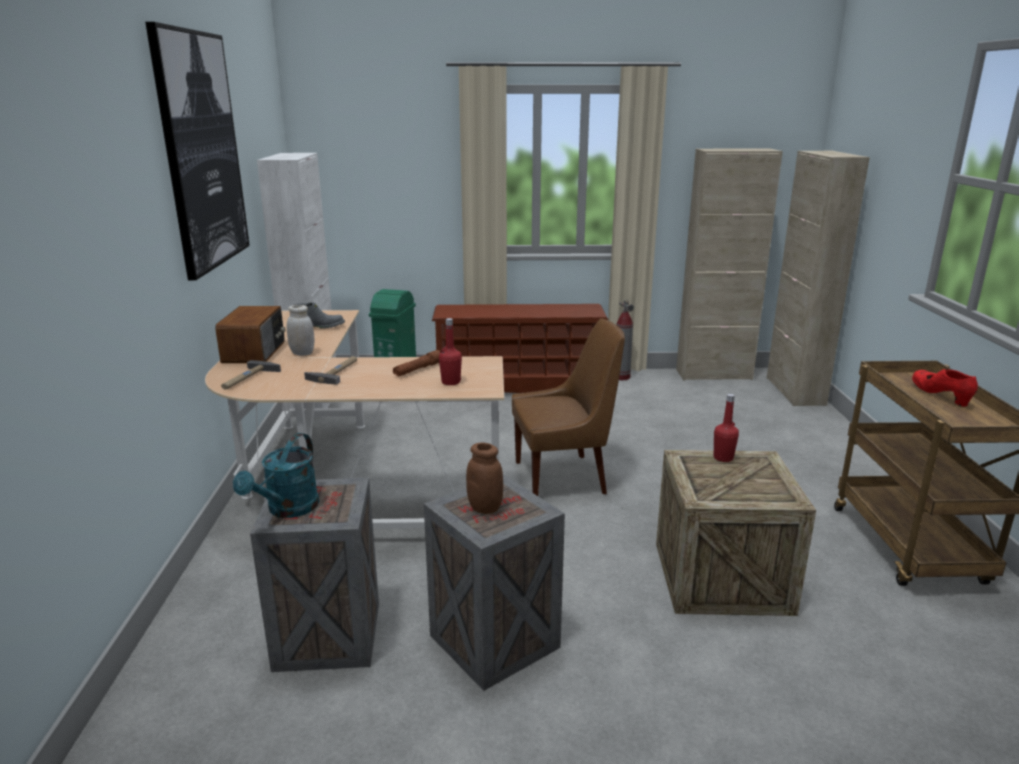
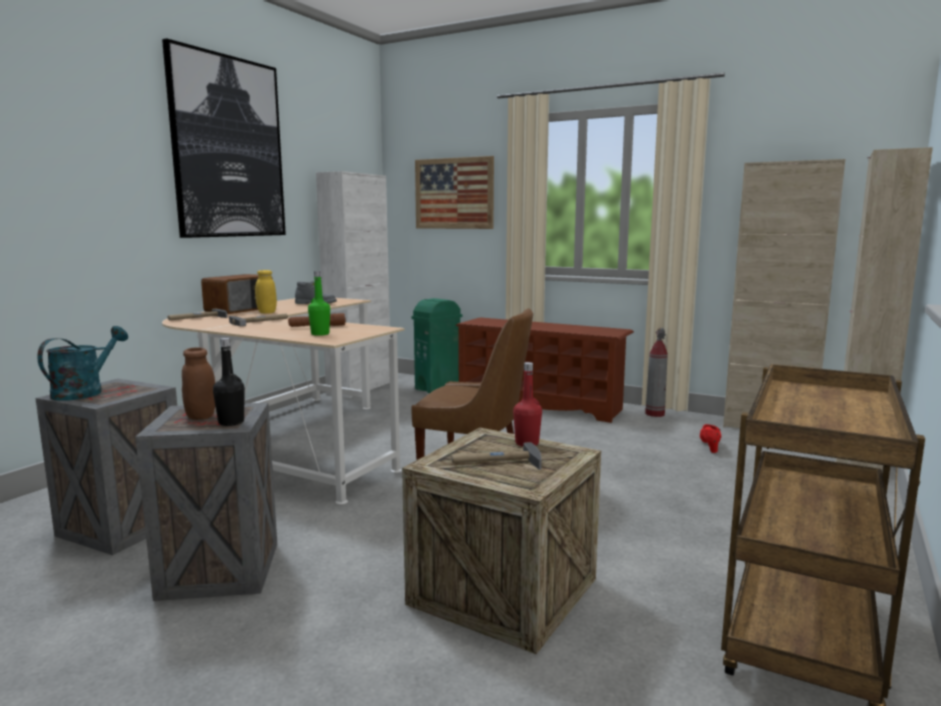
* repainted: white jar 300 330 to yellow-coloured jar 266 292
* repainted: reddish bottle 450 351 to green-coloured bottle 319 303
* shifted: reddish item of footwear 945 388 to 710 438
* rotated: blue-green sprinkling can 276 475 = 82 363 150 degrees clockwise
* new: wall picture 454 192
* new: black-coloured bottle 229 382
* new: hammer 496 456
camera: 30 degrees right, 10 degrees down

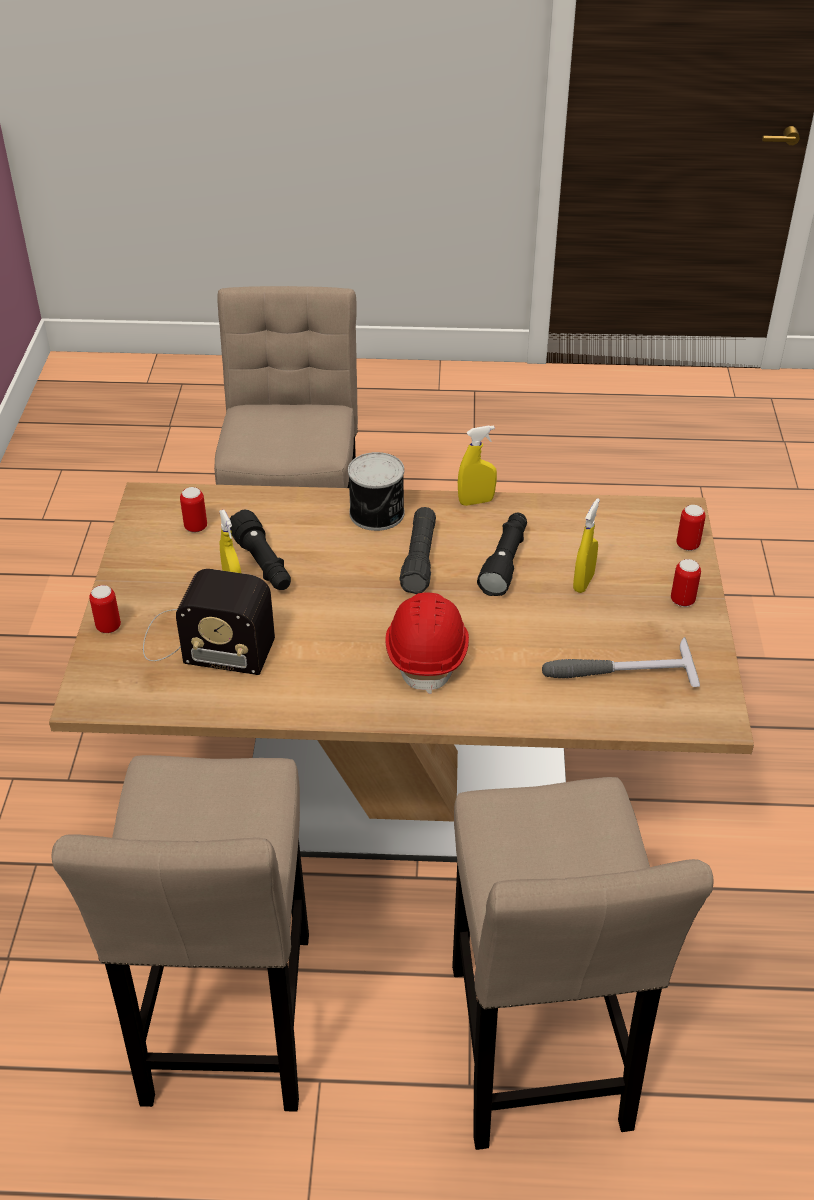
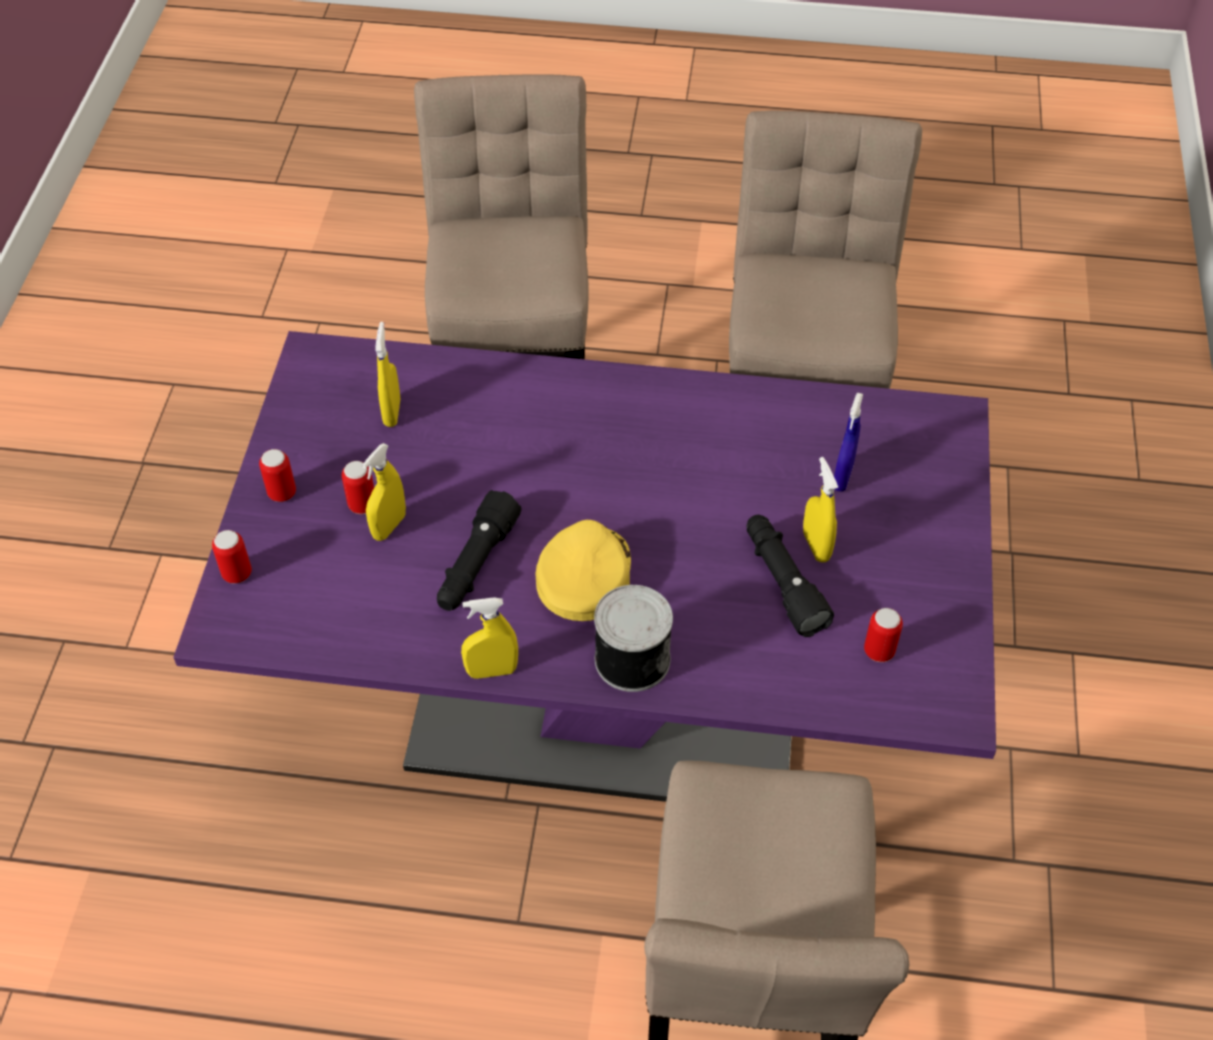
* repainted: brownish dinner table 401 672 to purplish dinner table 584 566
* swapped: black-coloured flashlight 417 550 to yellow-coloured peaked cap 583 570
* swapped: radio receiver 209 622 to bluish spray bottle 848 442
* shifted: metal can 105 609 to 358 487
* gone: reddish work helmet 427 643
* swapped: hammer 621 662 to yellow-coloured spray bottle 387 374
camera: 175 degrees left, 10 degrees up

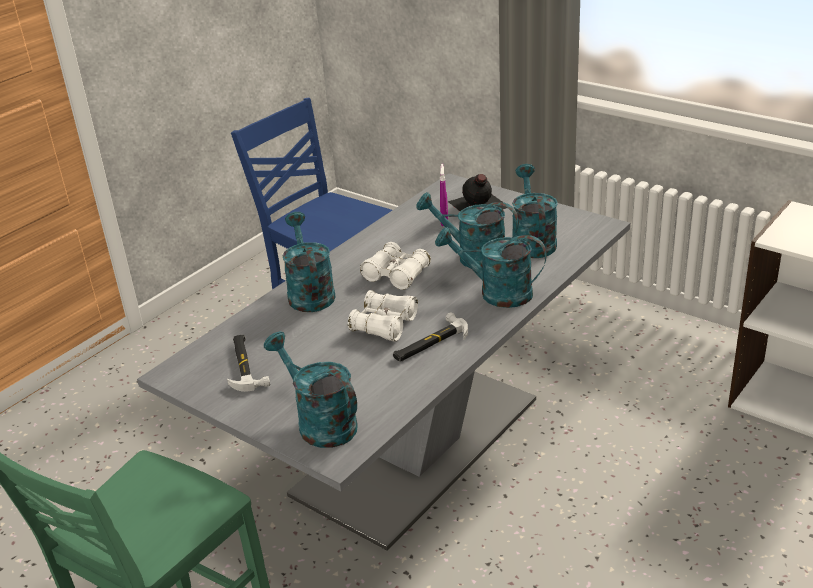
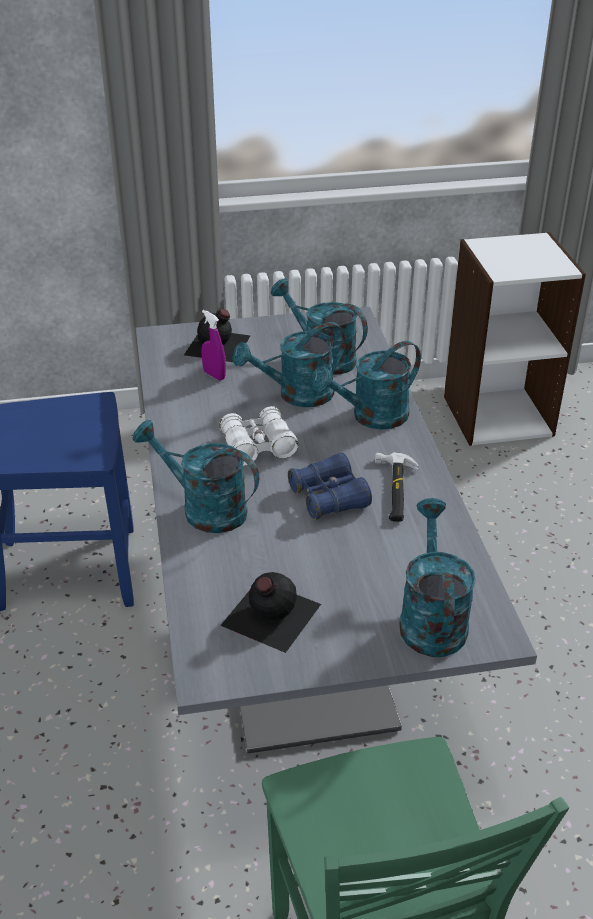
* repainted: white field glasses 383 315 to bluish field glasses 330 486
* rotated: blue-green sprinkling can 311 389 = 437 577 90 degrees clockwise
* swapped: hammer 248 363 to black-coloured bottle 270 612
camera: 50 degrees left, 5 degrees up

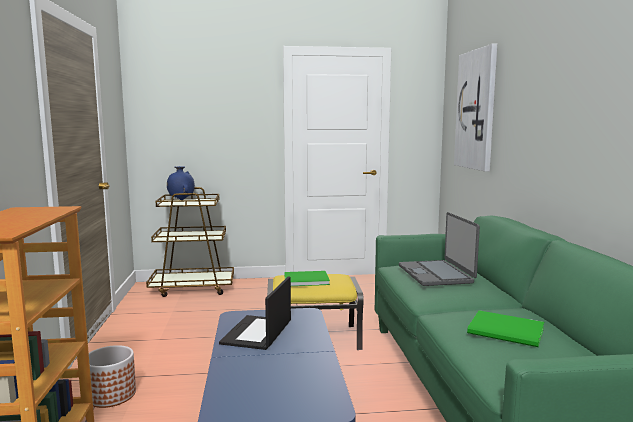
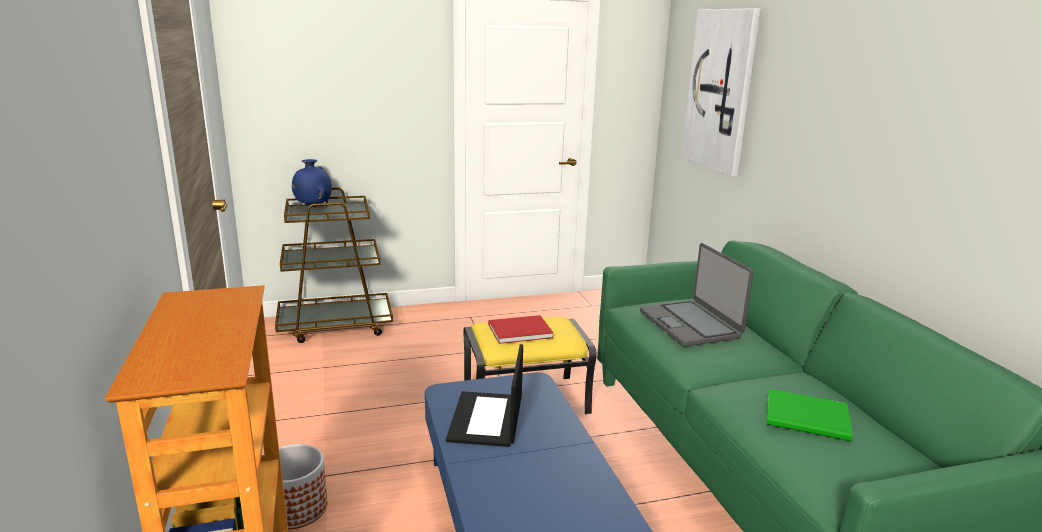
* repainted: green-coloured book 307 278 to reddish book 520 329
camera: 10 degrees left, 10 degrees up

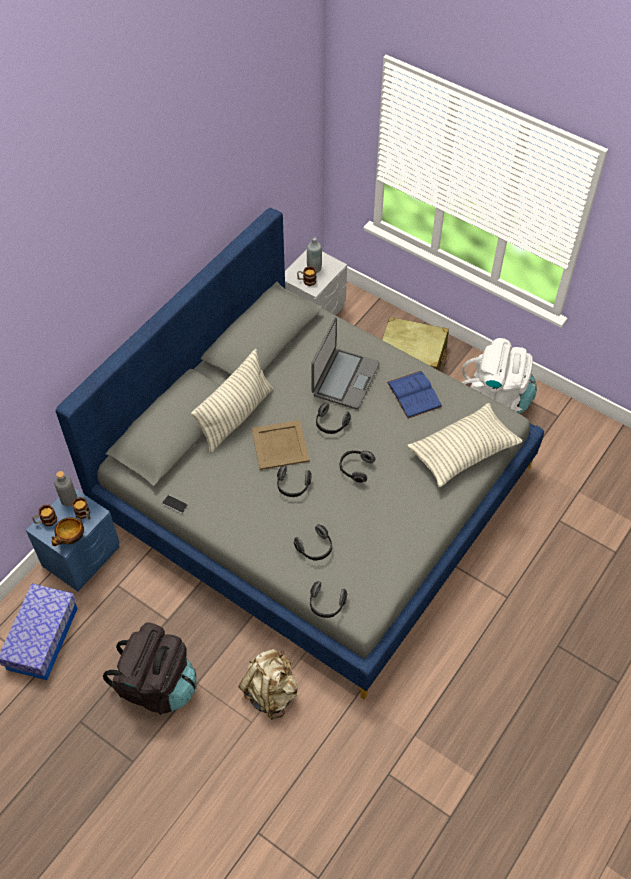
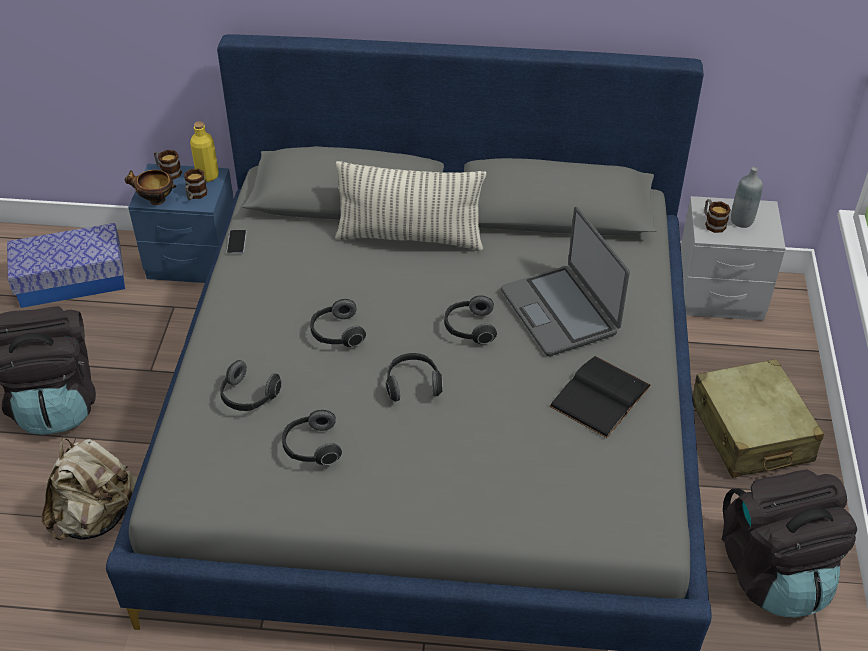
* rotated: laptop 345 363 = 565 282 75 degrees clockwise
* repainted: white rucksack 499 376 to black-coloured rucksack 789 544
* repainted: bluish book 414 395 to black-coloured book 600 397
* gone: throw pillow 465 445
* gone: beige tray 280 445
* repainted: gray bottle 66 489 to yellow-coloured bottle 204 151
* shifted: headset 329 599 to 312 437
camera: 60 degrees right, 10 degrees down

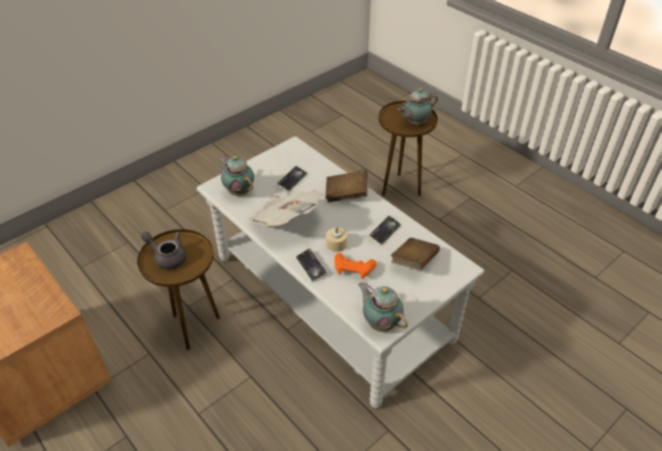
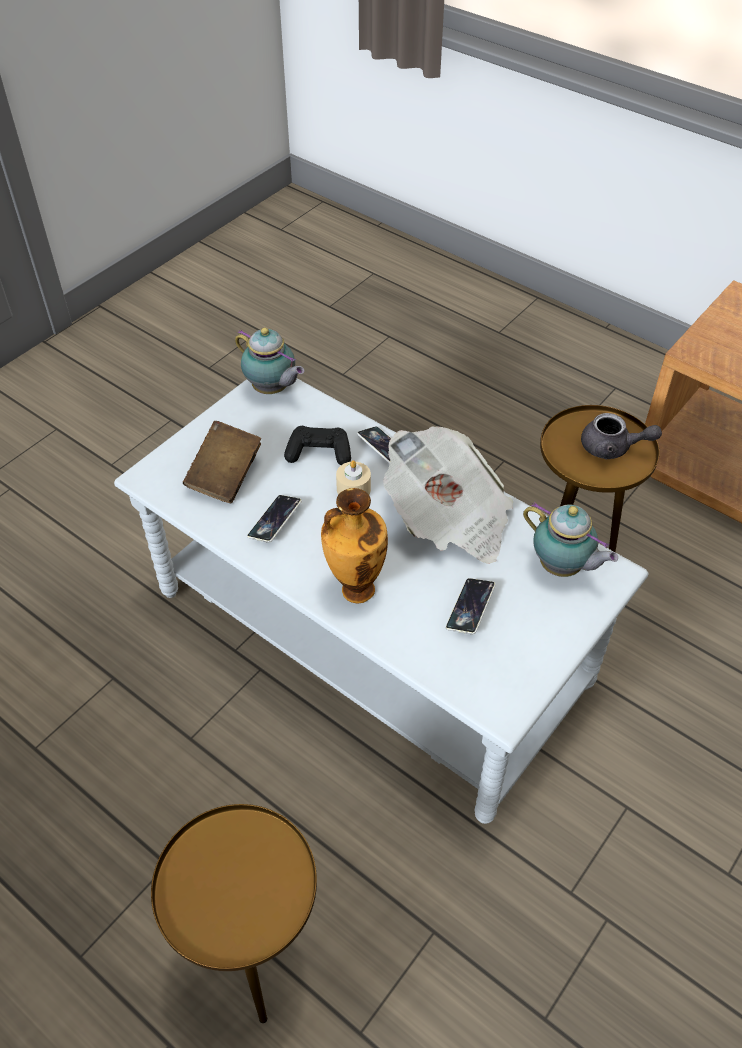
* gone: teapot 418 106
* swapped: brownish book 346 186 to flower vase 354 545
* repainted: orange game controller 355 266 to black-coloured game controller 317 445
camera: 170 degrees right, 5 degrees up

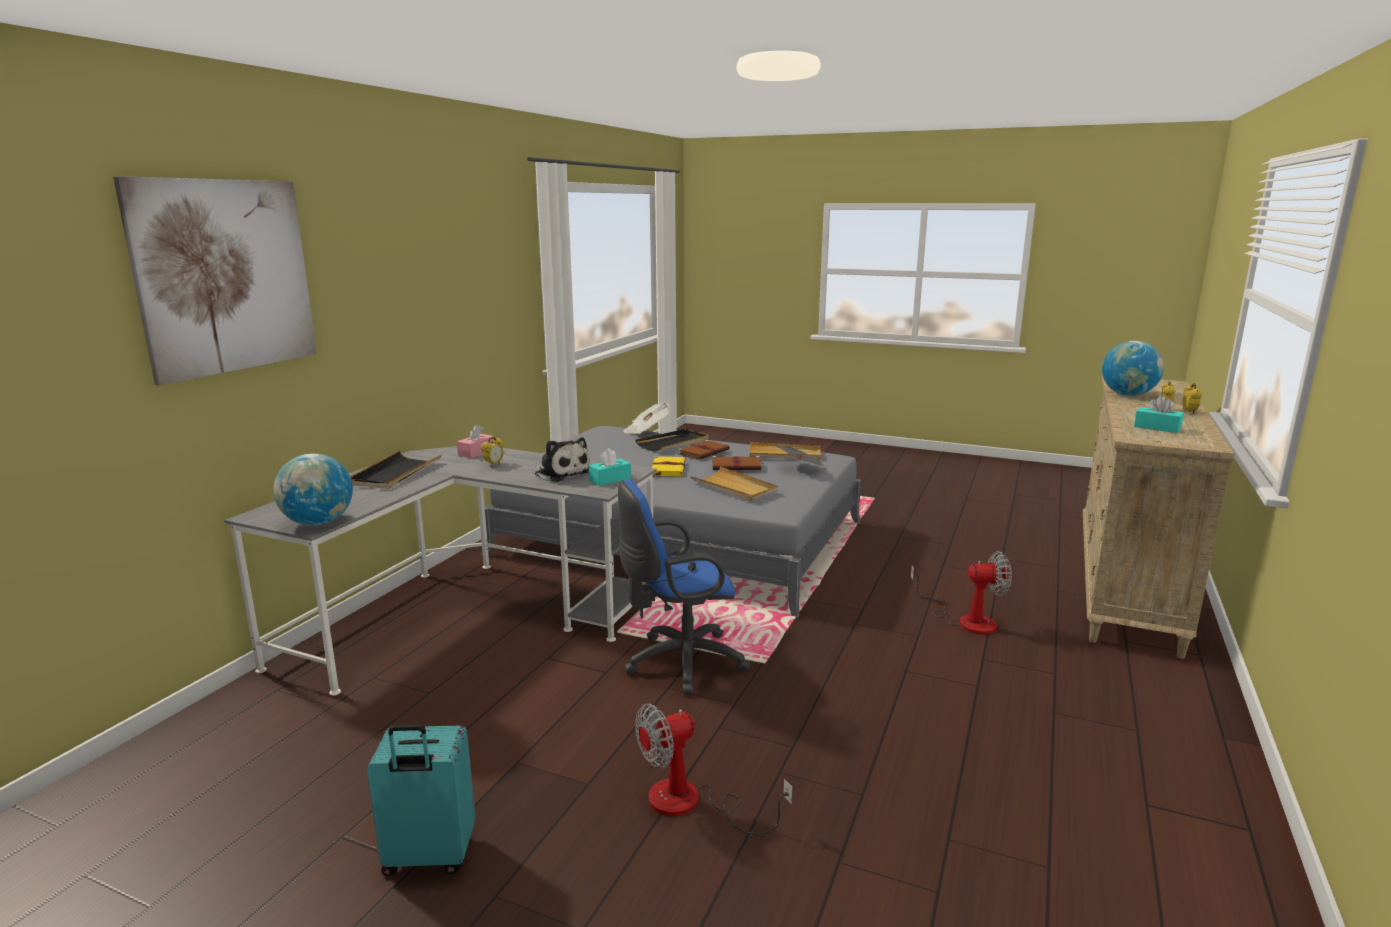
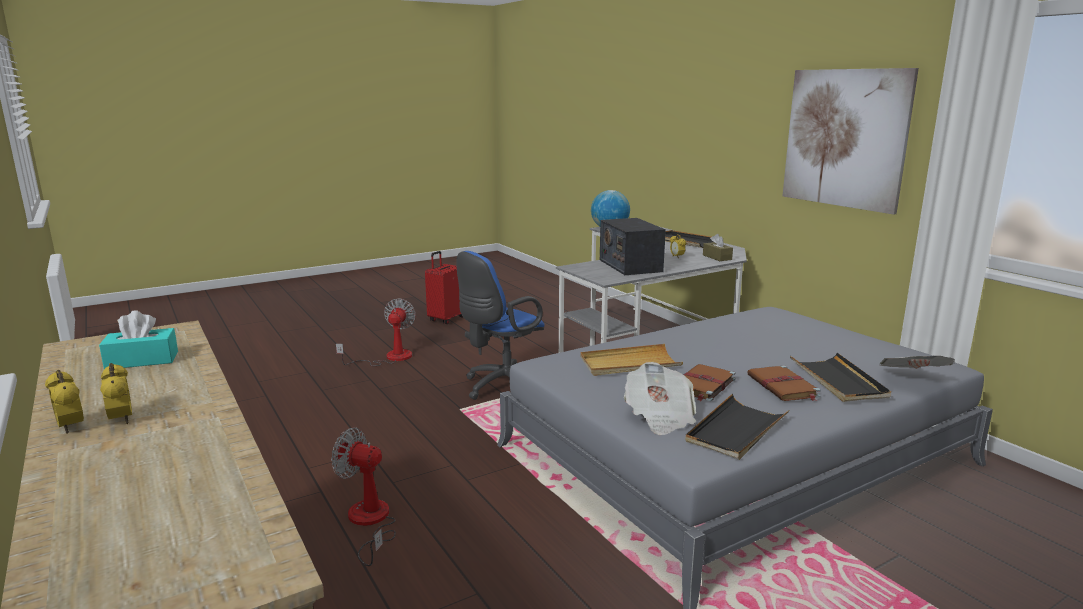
* shifted: wall picture 215 280 to 850 141
* gone: globe 1133 368
* repainted: pinkish tissue holder 476 441 to brownish tissue holder 718 247
* swapped: cuddly toy 562 459 to radio receiver 633 246
* repainted: beige tray 786 451 to black-coloured tray 737 427
* gone: blue-green tissue holder 610 467
* gone: yellow-coloured book 669 466
* rotated: bluish computer chair 684 587 = 500 325 150 degrees counterclockwise
* rotated: cooling fan 961 593 = 363 496 75 degrees clockwise
* repainted: blue-green piece of luggage 421 800 to reddish piece of luggage 444 287
camera: 125 degrees right, 0 degrees up

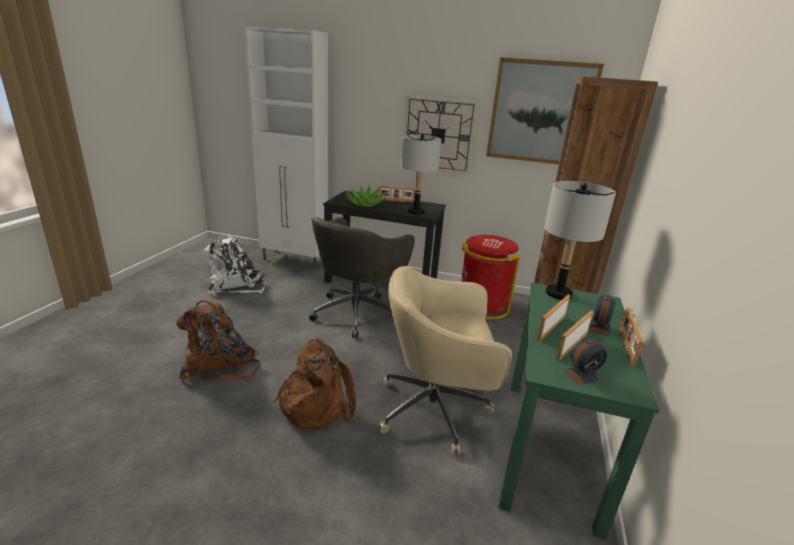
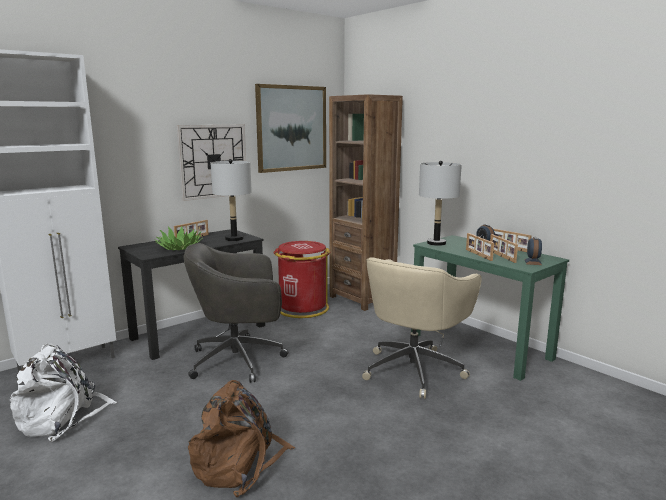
* rotated: gray computer chair 362 277 = 235 313 105 degrees clockwise
* gone: brownish rucksack 315 384
camera: 55 degrees left, 10 degrees down

